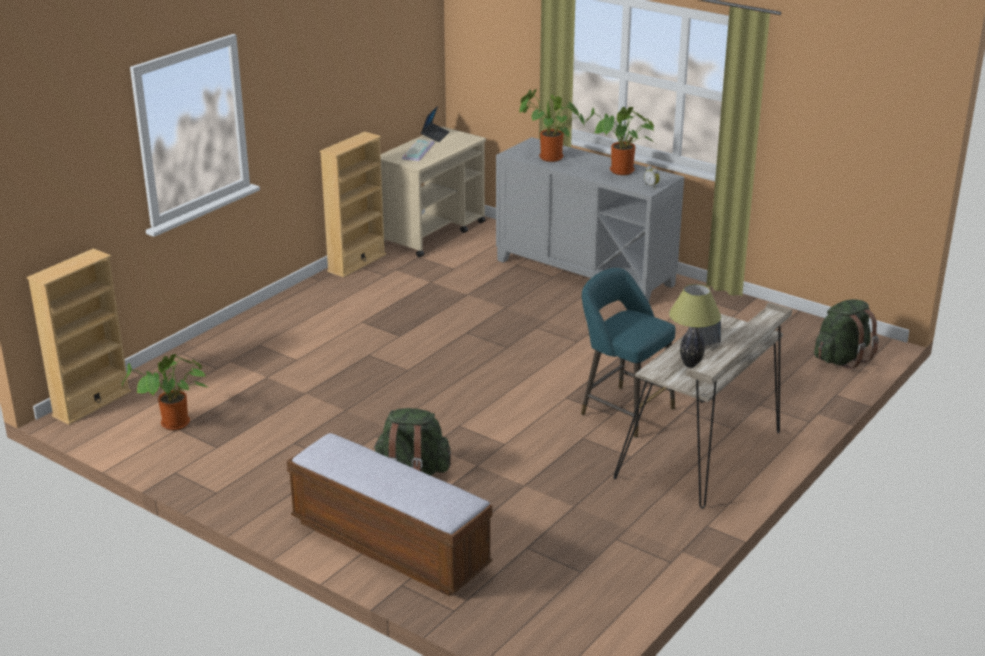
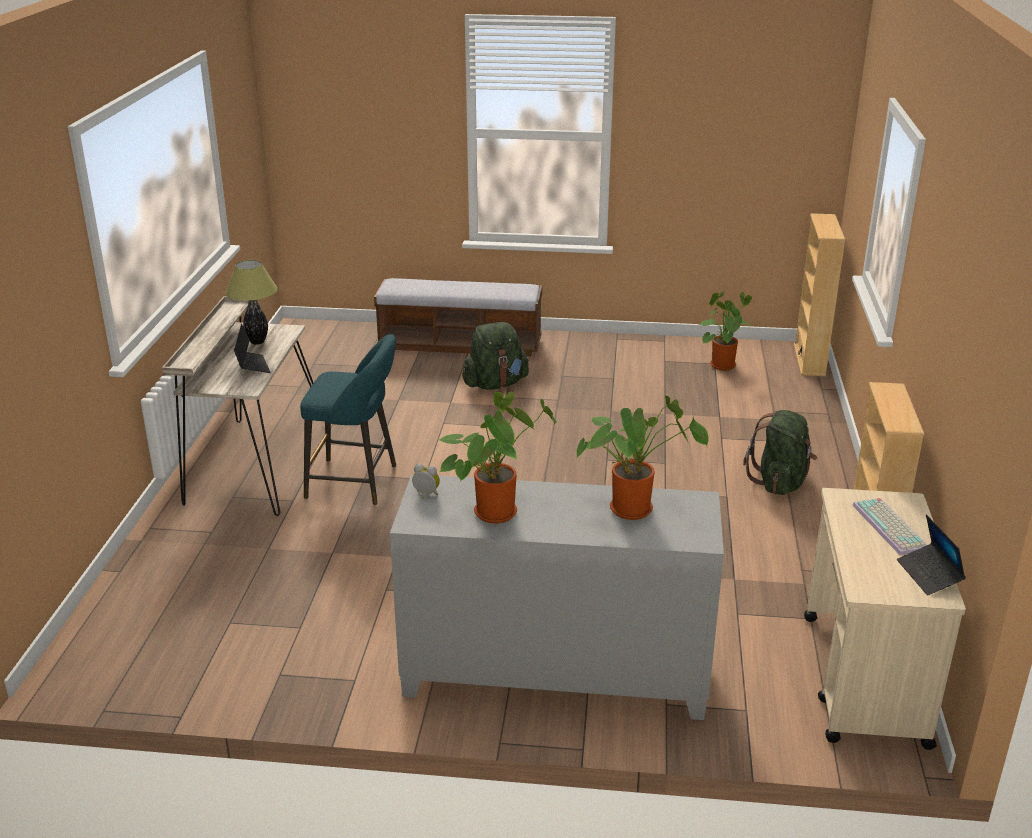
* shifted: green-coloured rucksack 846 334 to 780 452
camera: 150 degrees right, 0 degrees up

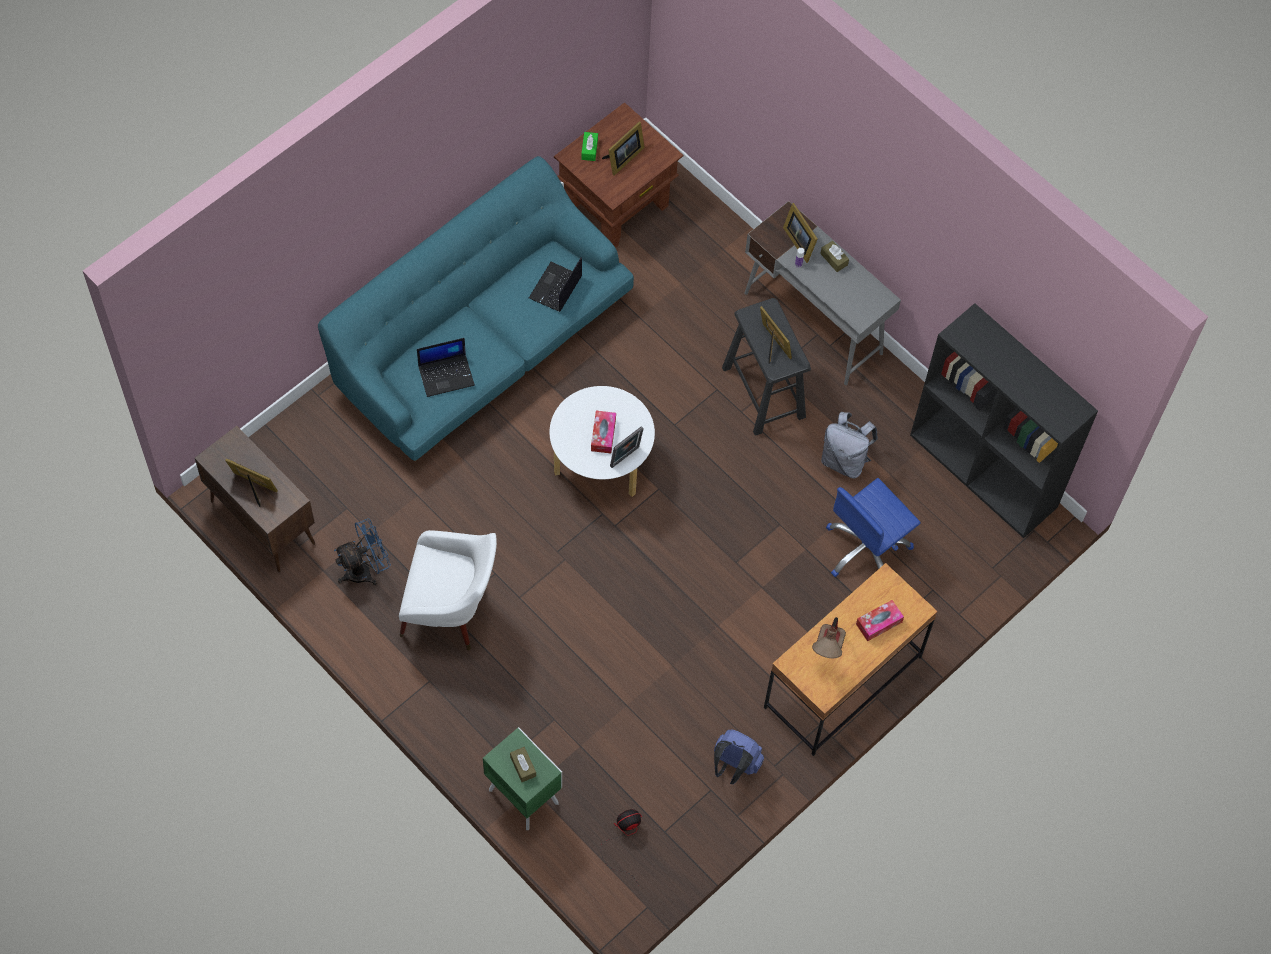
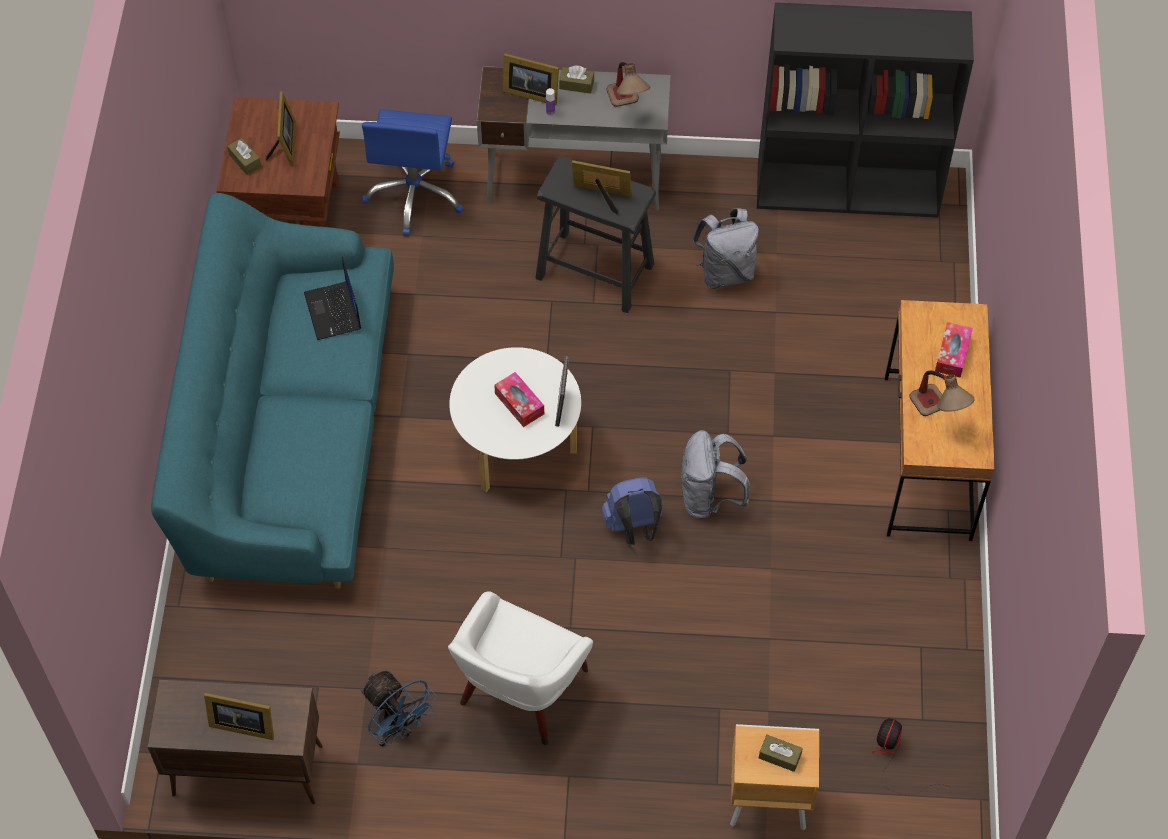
* repainted: green-coloured tissue holder 589 146 to brownish tissue holder 244 156
* gone: laptop 446 367
* rotated: picture frame 251 483 = 239 716 150 degrees counterclockwise
* shifted: bluish computer chair 873 527 to 412 172
* rotated: bluish cooling fan 362 551 = 399 708 120 degrees clockwise
* rotated: white easy chair 448 590 = 520 668 150 degrees clockwise
* repainted: green-coloured bedside table 522 778 to brownish bedside table 774 777
* shifted: bluish rucksack 739 756 to 632 511
* new: table lamp 628 84
* new: gray rucksack 715 474
camera: 40 degrees left, 5 degrees down

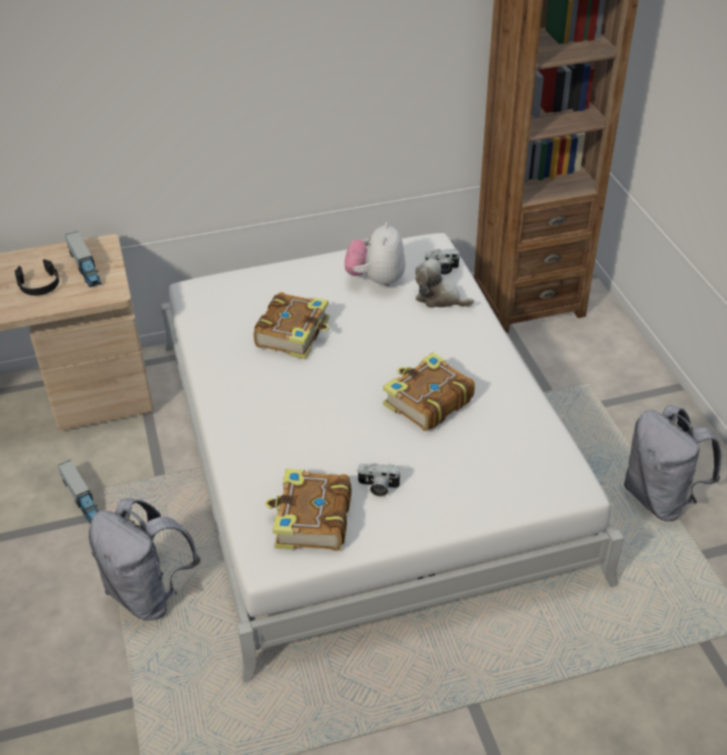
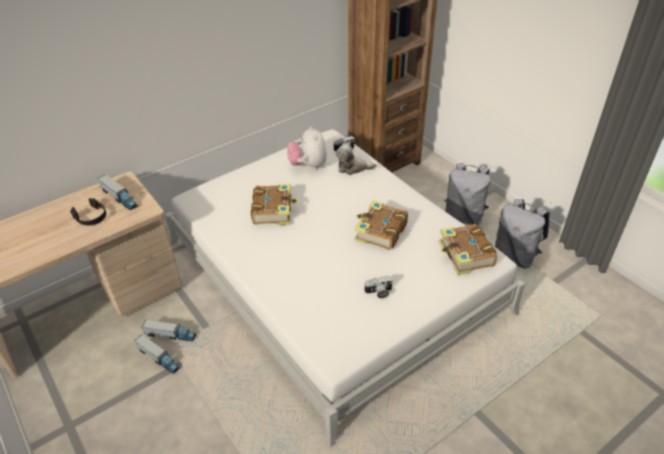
* shifted: book 308 509 to 468 249
* shifted: gray rucksack 145 559 to 467 194
* new: toy truck 169 330
camera: 20 degrees left, 0 degrees up

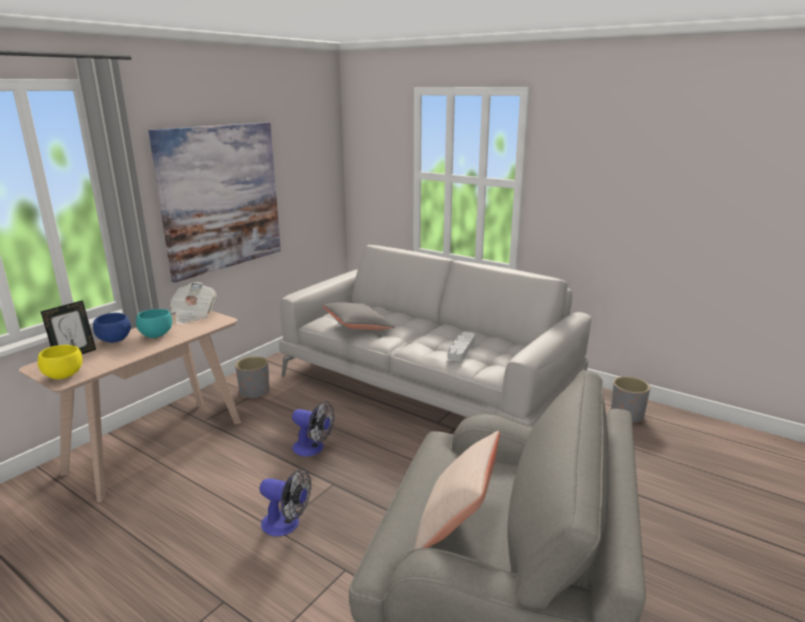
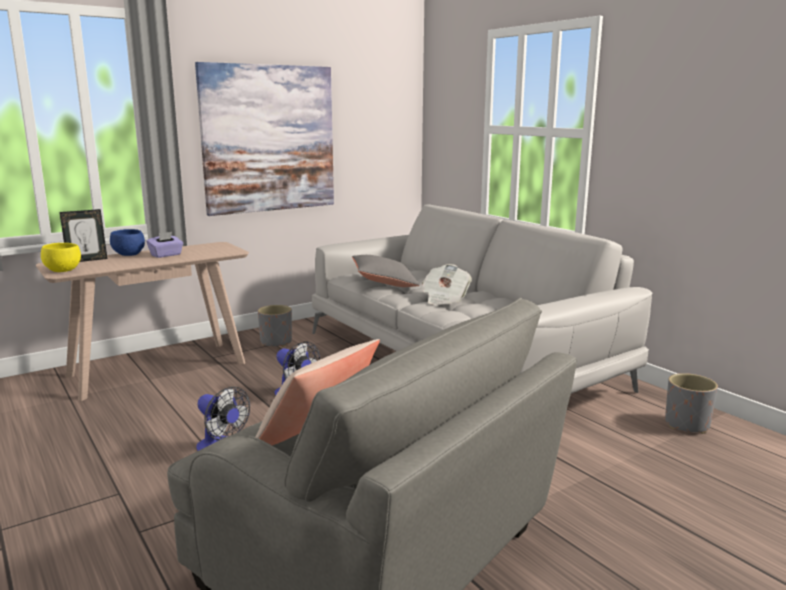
* shifted: daily paper 193 303 to 447 284
* swapped: blue-green deep dish 154 323 to purplish tissue holder 165 245
* gone: gray tray 461 346
camera: 20 degrees right, 5 degrees down

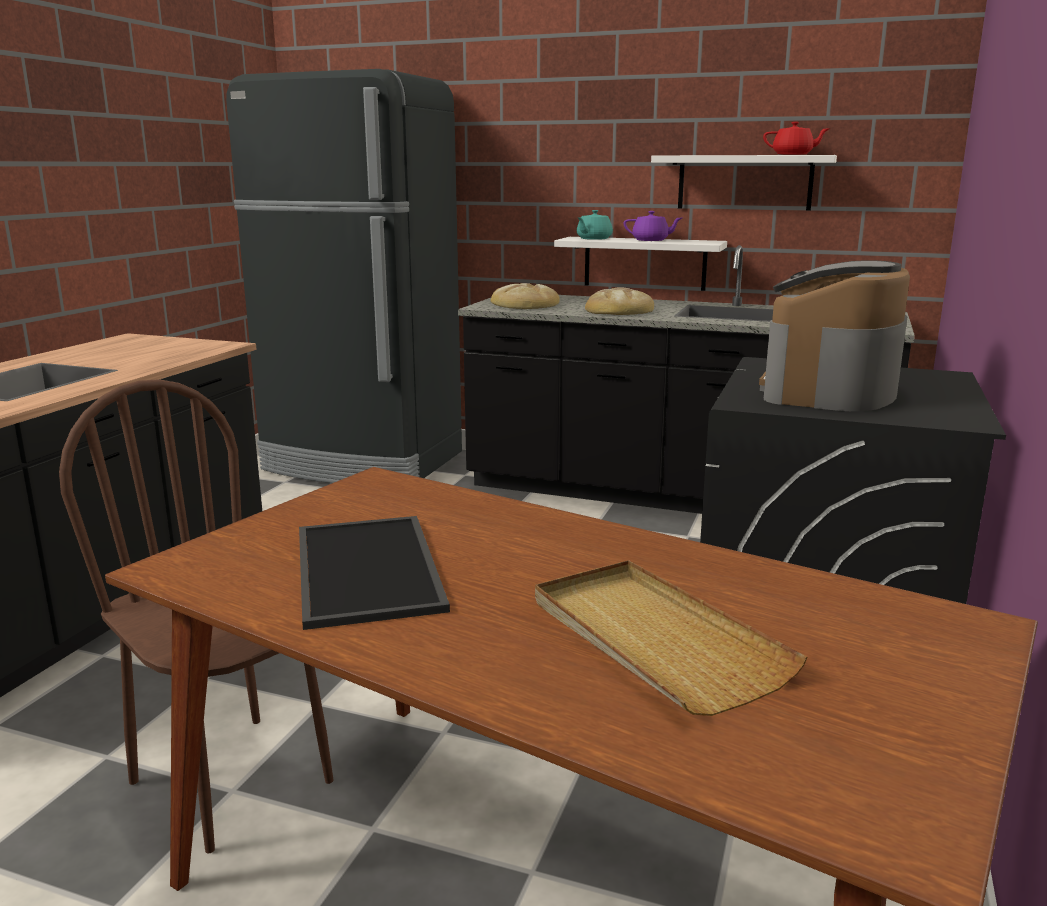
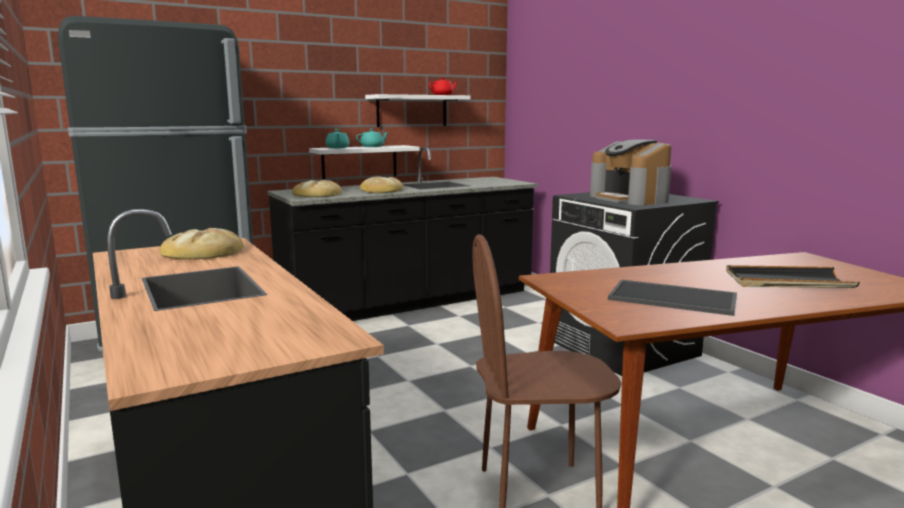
* repainted: purplish teapot 653 226 to blue-green teapot 372 138
* repainted: beige tray 671 638 to black-coloured tray 793 276
* new: bakery bread 201 243
camera: 50 degrees left, 5 degrees down

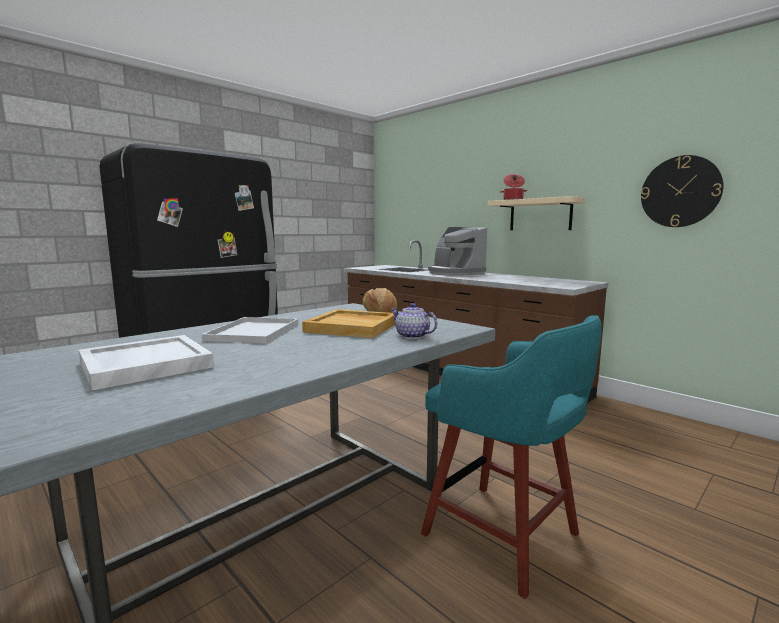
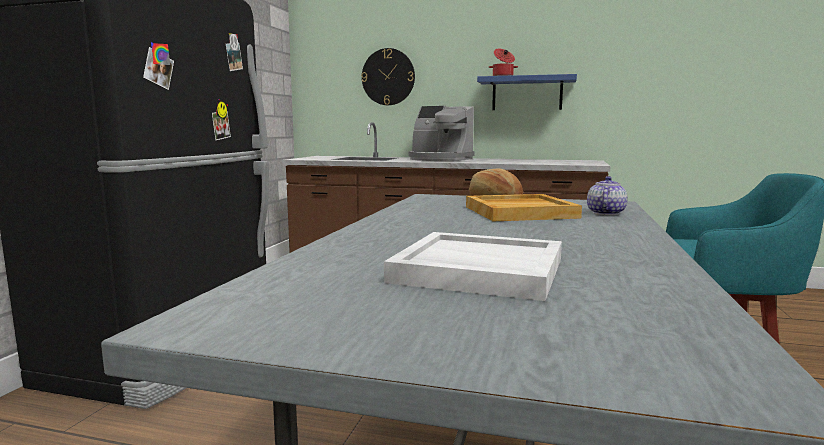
* shifted: clock on the wall 682 191 to 388 76
* repainted: beige wall shelf 537 213 to bluish wall shelf 527 92
* rotated: teapot 414 321 = 607 195 105 degrees clockwise
* gone: white tray 250 330
camera: 30 degrees left, 0 degrees up

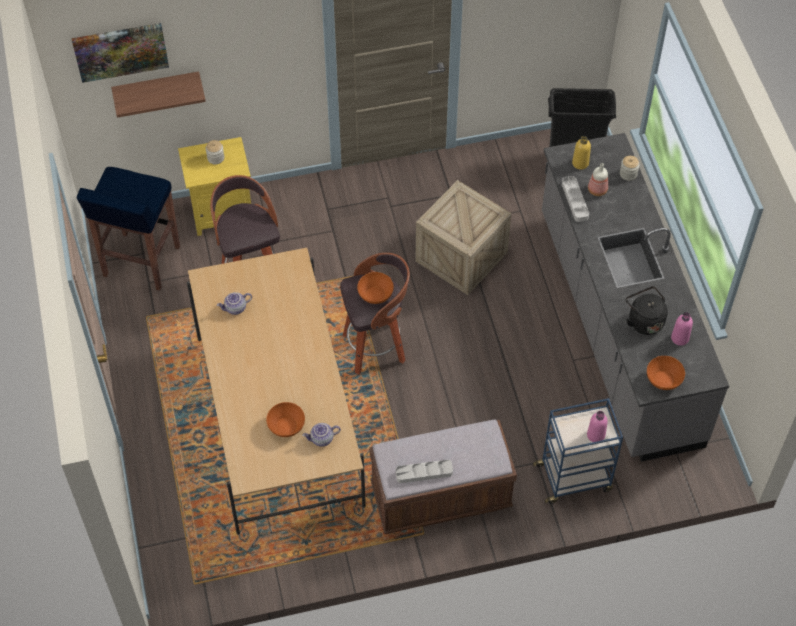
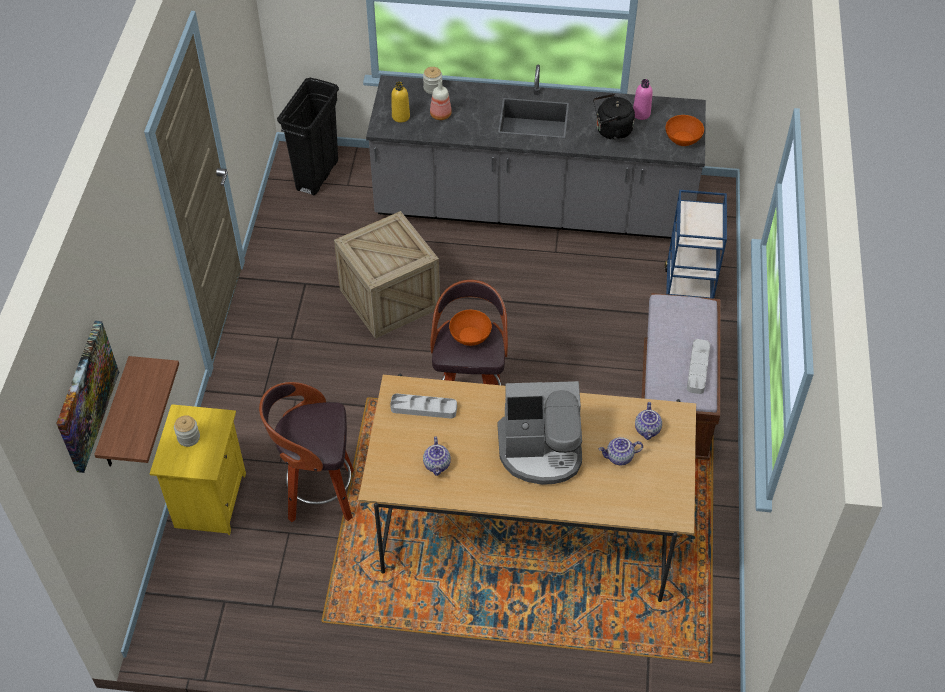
* gone: bluish stool 128 229
* shifted: gray tray 575 199 to 423 406
* swapped: orange deep dish 285 419 to teapot 621 451
* gone: pinkish bottle 597 426
* new: coffee machine 540 433
camera: 70 degrees left, 5 degrees down

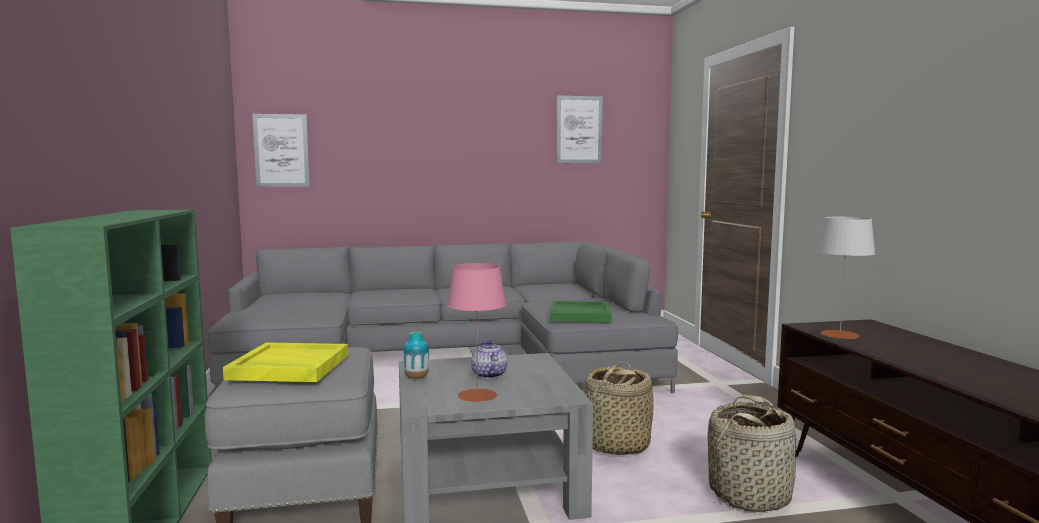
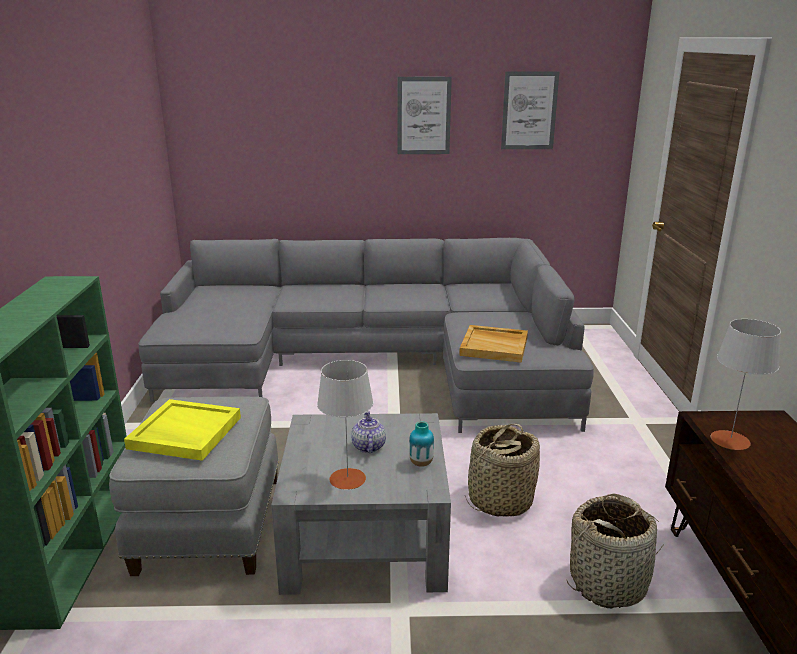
* shifted: wall picture 281 150 to 425 115
* repainted: pinkish table lamp 476 332 to gray table lamp 345 425
* repainted: green-coloured tray 581 311 to beige tray 493 344
* shifted: flower vase 416 355 to 421 444
camera: 10 degrees right, 15 degrees up

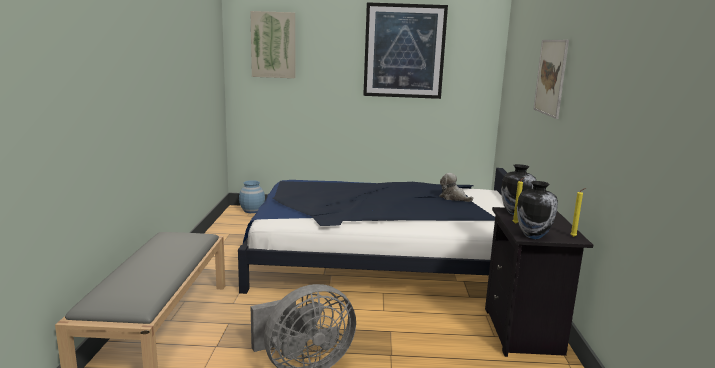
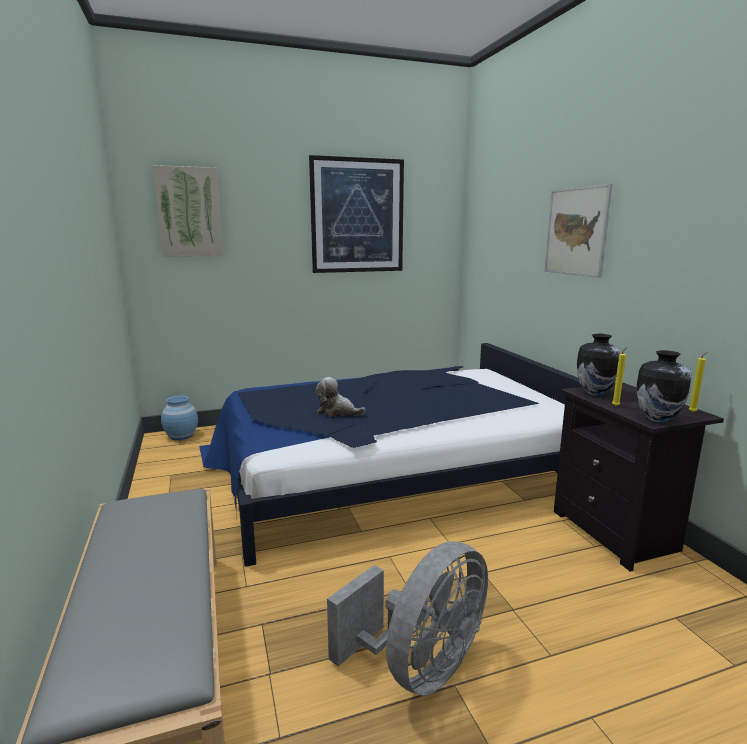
* shifted: cuddly toy 456 187 to 340 397
camera: 20 degrees left, 0 degrees up

